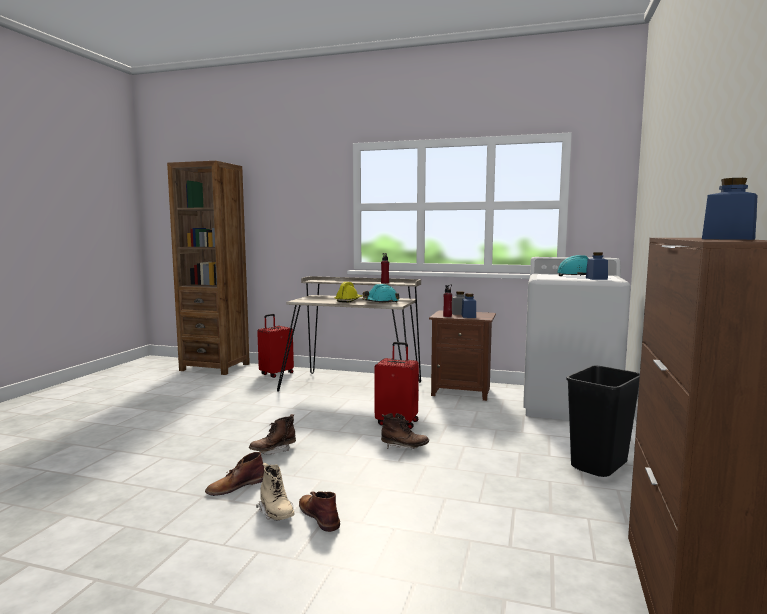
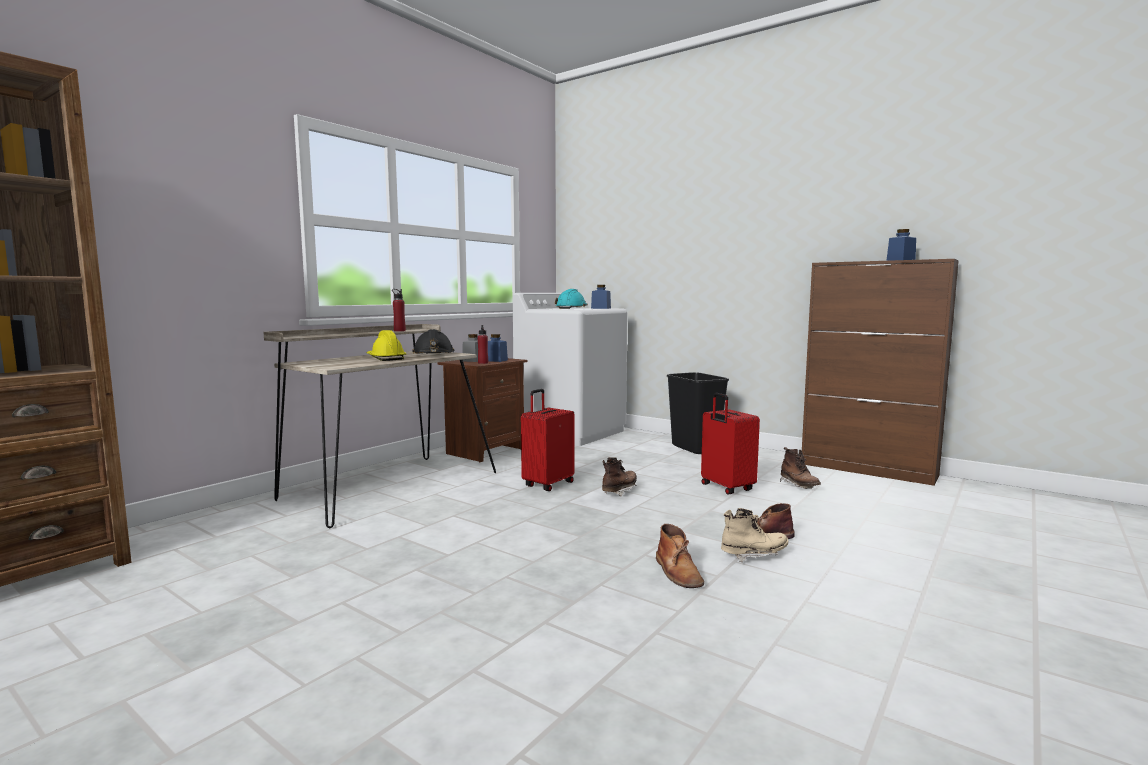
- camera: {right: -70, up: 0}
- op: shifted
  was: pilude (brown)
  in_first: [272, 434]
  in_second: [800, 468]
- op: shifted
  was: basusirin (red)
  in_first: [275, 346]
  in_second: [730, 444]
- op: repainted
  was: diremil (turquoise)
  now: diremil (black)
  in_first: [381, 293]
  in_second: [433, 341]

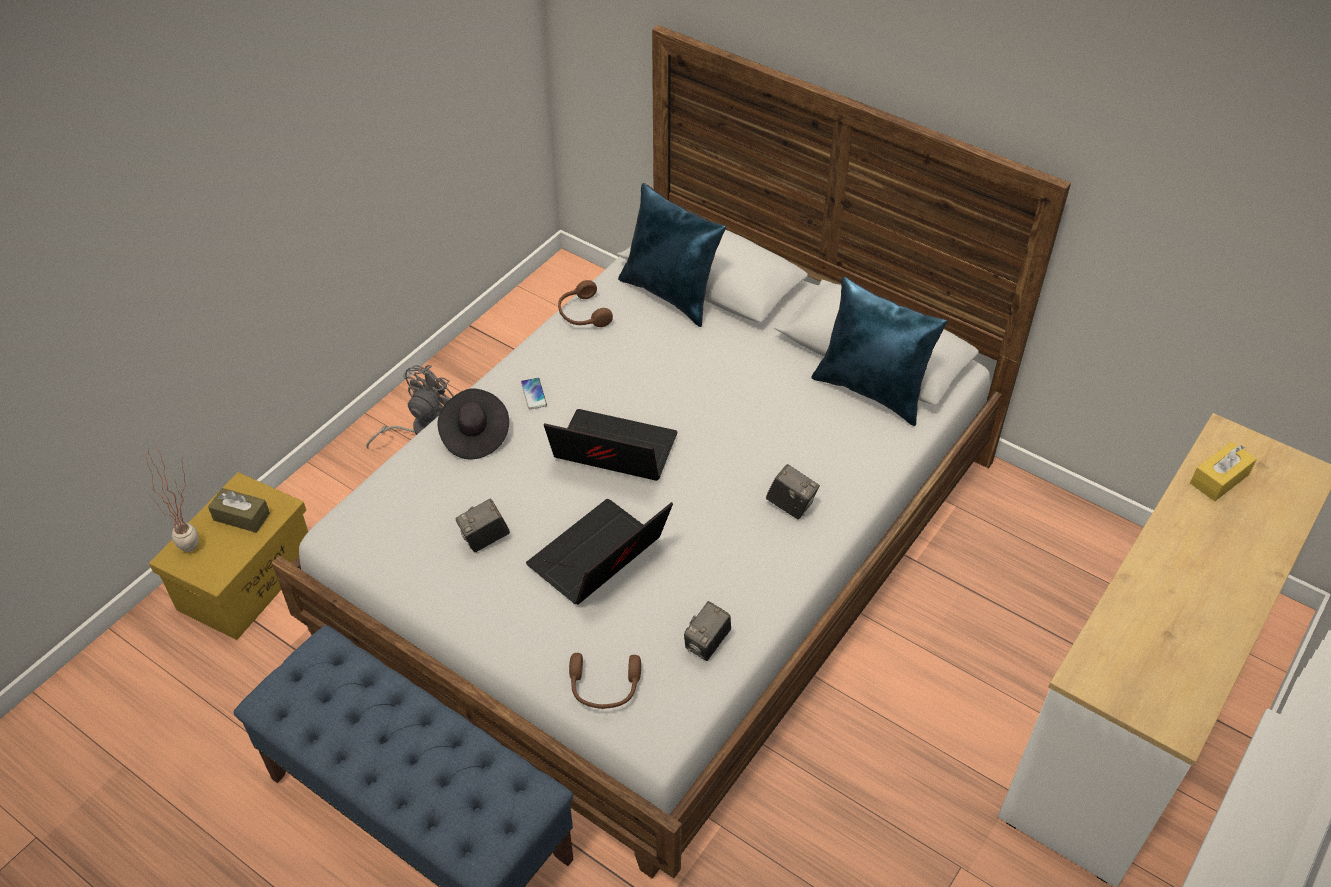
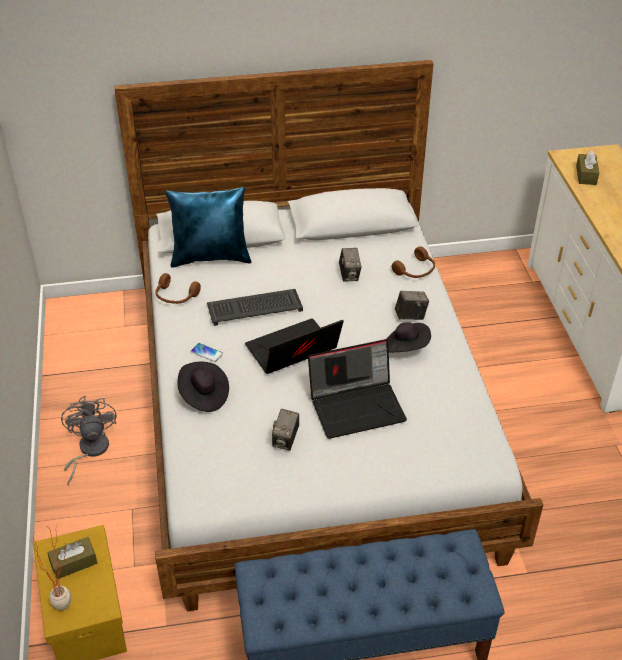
- camera: {right: -45, up: -5}
- op: gone
  was: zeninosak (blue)
  in_first: [879, 351]
- op: new
  now: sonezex
  in_second: [255, 307]
- op: new
  now: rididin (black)
  in_second: [409, 337]
- op: shifted
  was: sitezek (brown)
  in_first: [605, 681]
  in_second: [413, 262]
- op: shifted
  was: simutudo
  in_first: [707, 631]
  in_second: [350, 265]
- op: repainted
  was: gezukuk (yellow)
  now: gezukuk (brown)
  in_first: [1223, 471]
  in_second: [587, 167]
- op: rotated
  was: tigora
  in_first: [599, 552]
  in_second: [357, 389]
  clockwise: -105

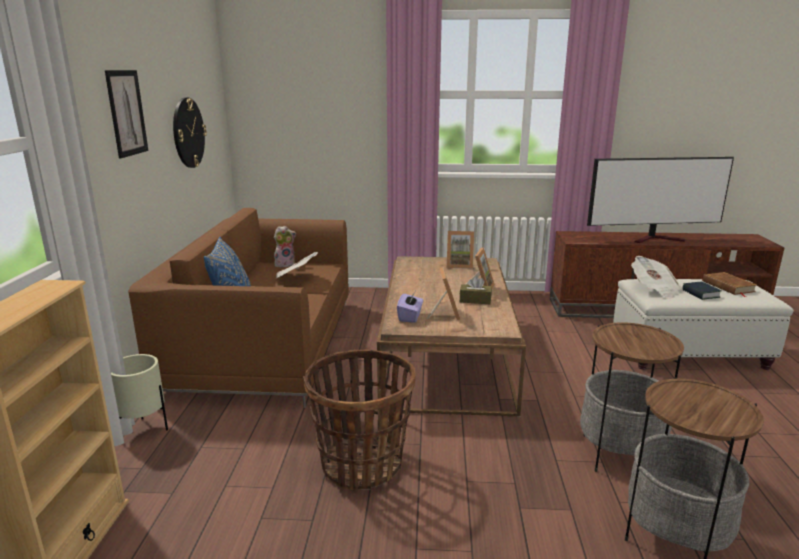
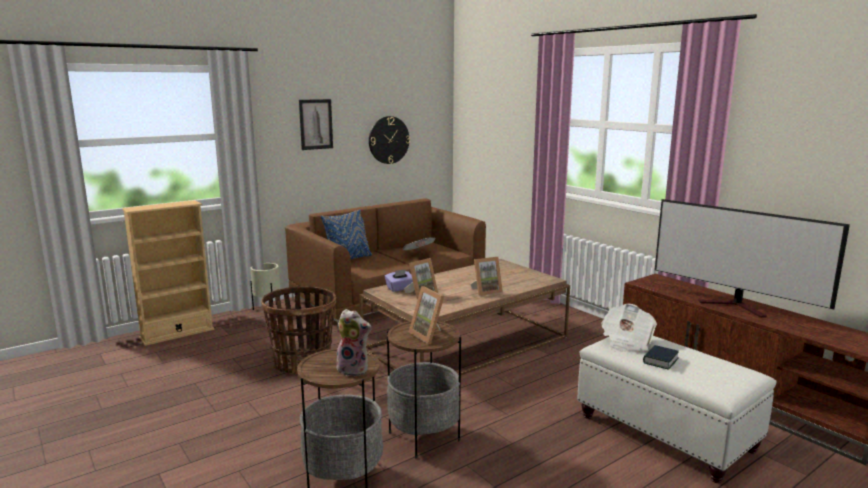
- camera: {right: 50, up: -5}
- op: gone
  was: gezukuk (brown)
  in_first: [476, 290]
- op: gone
  was: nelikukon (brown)
  in_first: [729, 284]
- op: shifted
  was: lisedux
  in_first: [285, 246]
  in_second: [353, 342]
- op: shifted
  was: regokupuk
  in_first: [460, 250]
  in_second: [426, 315]

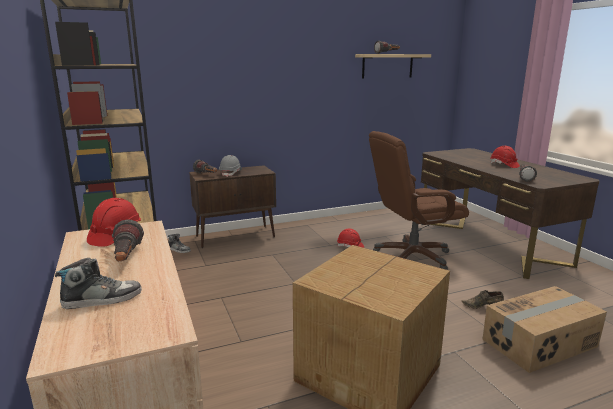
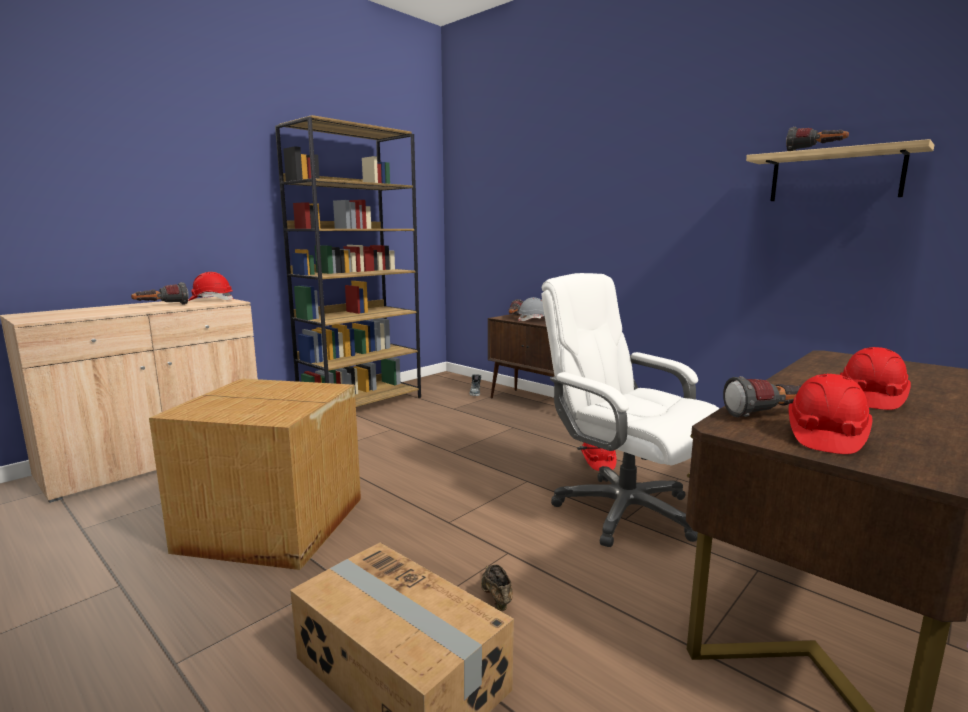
- camera: {right: 65, up: -5}
- op: gone
  was: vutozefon
  in_first: [98, 283]
- op: new
  now: diremil (red)
  in_second: [830, 414]
- op: repainted
  was: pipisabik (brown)
  now: pipisabik (white)
  in_first: [419, 200]
  in_second: [630, 410]

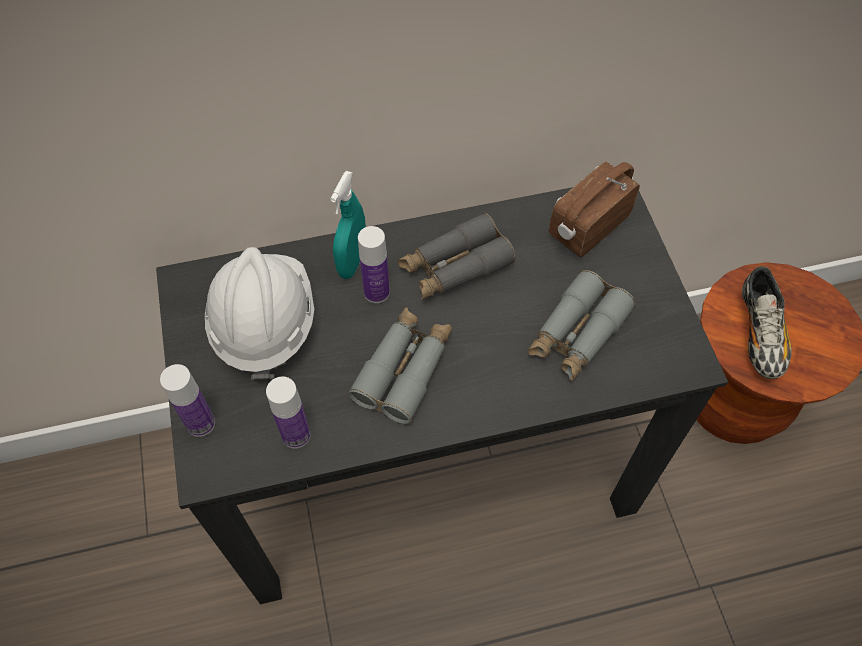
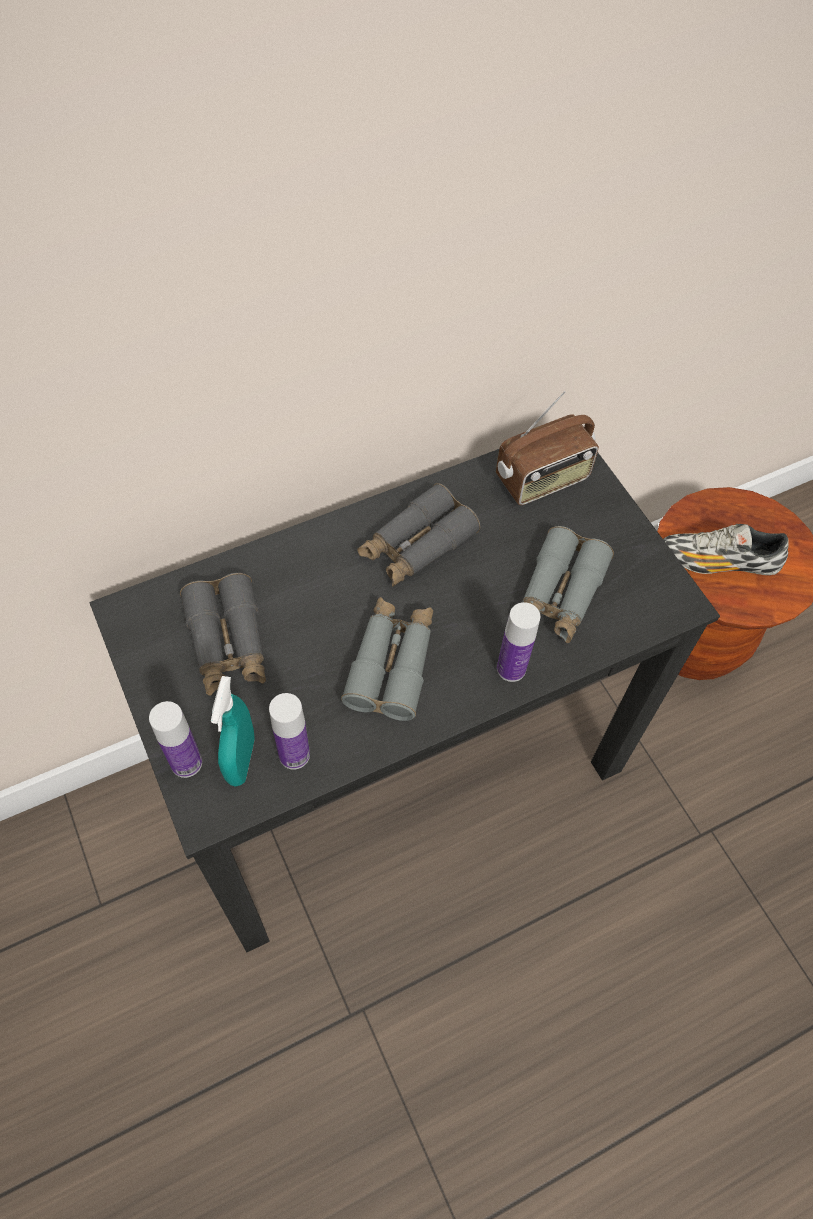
- camera: {right: -15, up: 0}
- op: shifted
  was: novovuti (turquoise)
  in_first: [348, 225]
  in_second: [233, 731]
- op: shifted
  was: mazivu
  in_first: [374, 264]
  in_second: [518, 642]
- op: swapped
  was: diremil (white)
  now: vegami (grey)
  in_first: [259, 313]
  in_second: [223, 634]
- op: rotated
  was: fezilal
  in_first: [594, 209]
  in_second: [547, 448]
  clockwise: -150
- op: rotated
  was: vutozefon
  in_first: [767, 322]
  in_second: [726, 549]
  clockwise: 105

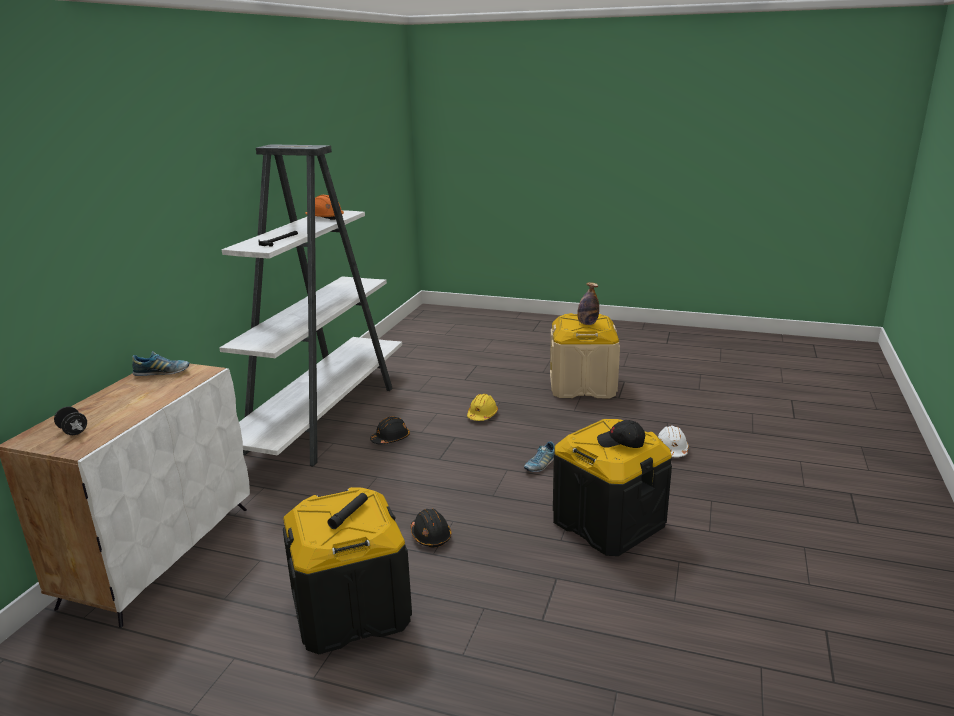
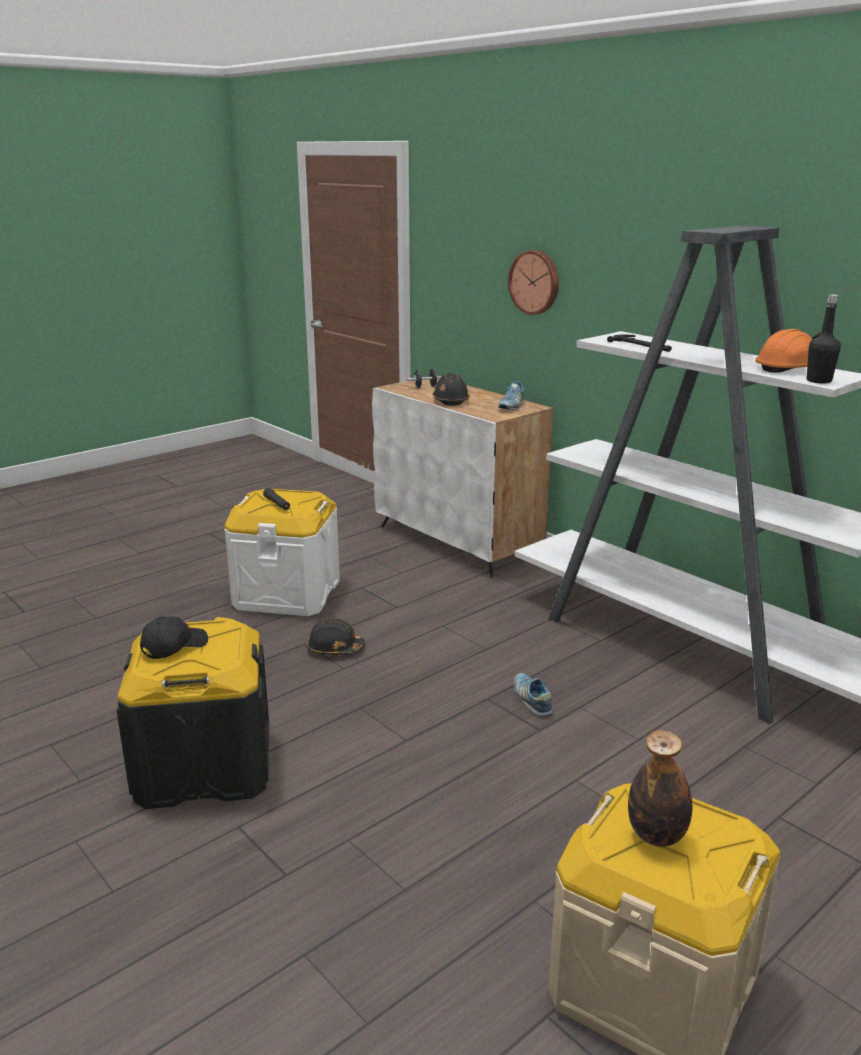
- camera: {right: 120, up: 0}
- op: gone
  was: diremil (yellow)
  in_first: [482, 407]
- op: gone
  was: diremil (white)
  in_first: [673, 441]
- op: new
  now: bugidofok
  in_second: [533, 282]
- op: new
  now: mazivu (black)
  in_second: [823, 339]
- op: shifted
  was: diremil (black)
  in_first: [390, 430]
  in_second: [451, 389]
- op: shifted
  was: vutozefon
  in_first: [539, 456]
  in_second: [533, 694]
- op: repainted
  was: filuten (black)
  now: filuten (white)
  in_first: [347, 570]
  in_second: [282, 552]

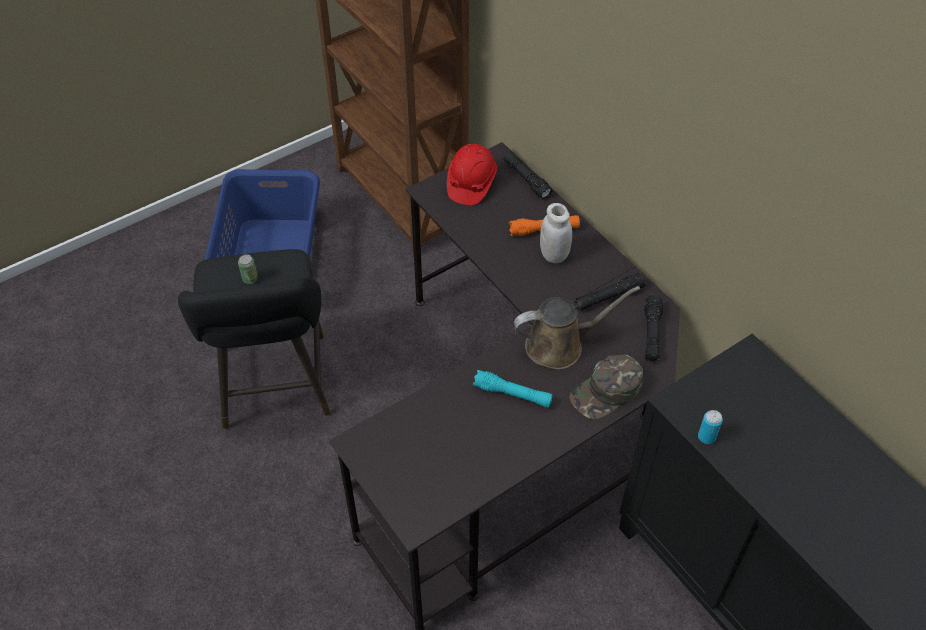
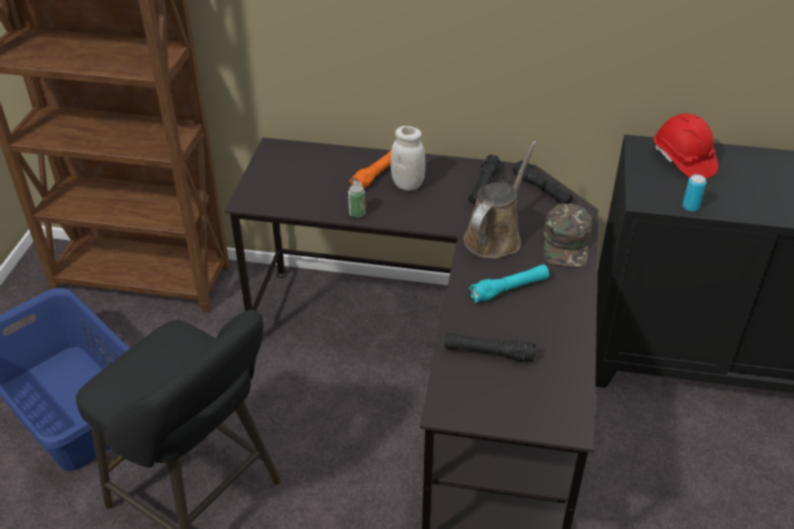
- camera: {right: -45, up: -10}
- op: shifted
  was: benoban
  in_first: [248, 269]
  in_second: [357, 201]
- op: shifted
  was: diremil (red)
  in_first: [472, 174]
  in_second: [686, 145]
- op: shifted
  was: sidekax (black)
  in_first: [528, 175]
  in_second: [490, 347]

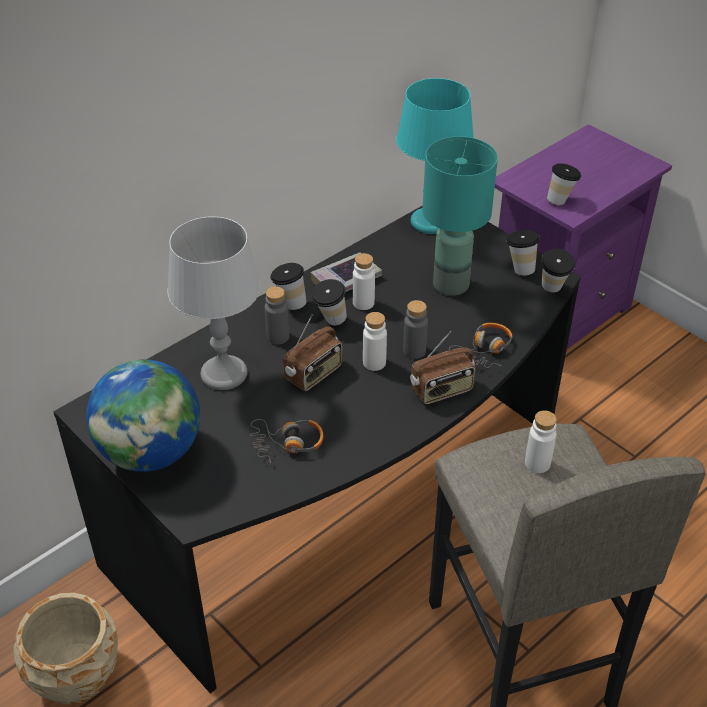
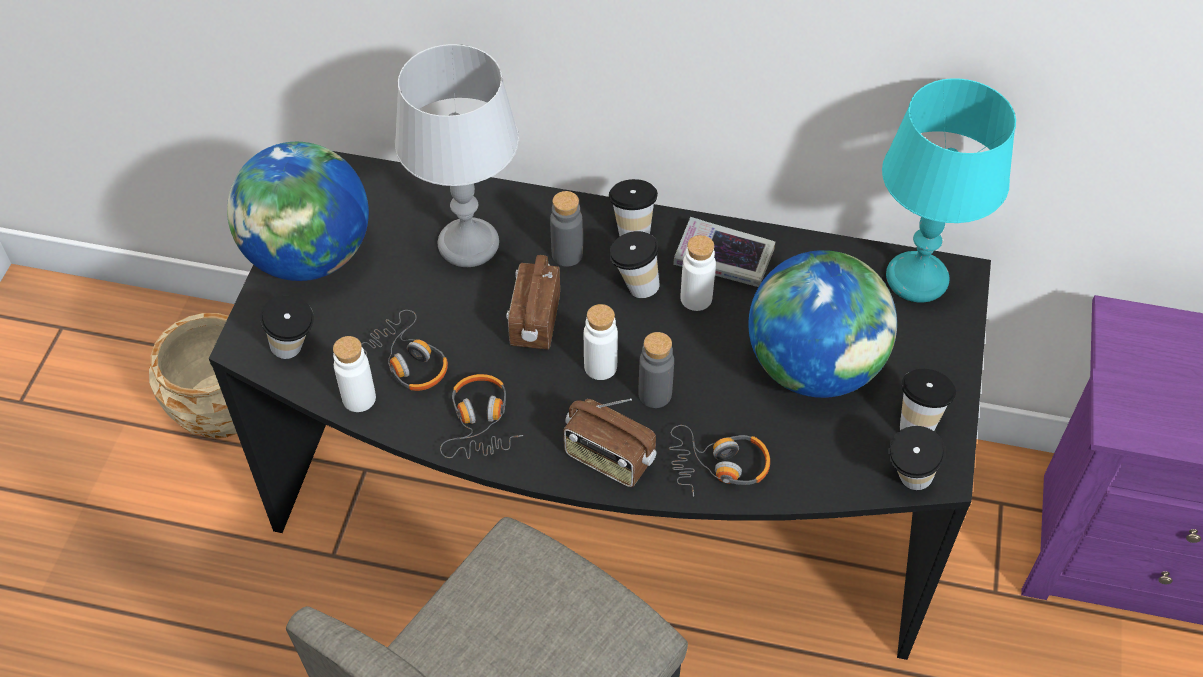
- camera: {right: 55, up: 10}
- op: new
  now: sitezek
  in_second: [481, 416]
- op: shifted
  was: mazivu (white)
  in_first: [541, 442]
  in_second: [354, 374]
- op: shifted
  was: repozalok
  in_first: [564, 184]
  in_second: [287, 327]
- op: swapped
  was: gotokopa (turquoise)
  now: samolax
  in_first: [460, 216]
  in_second: [822, 324]
- op: rotated
  was: fezilal
  in_first: [312, 352]
  in_second: [533, 302]
  clockwise: 90

